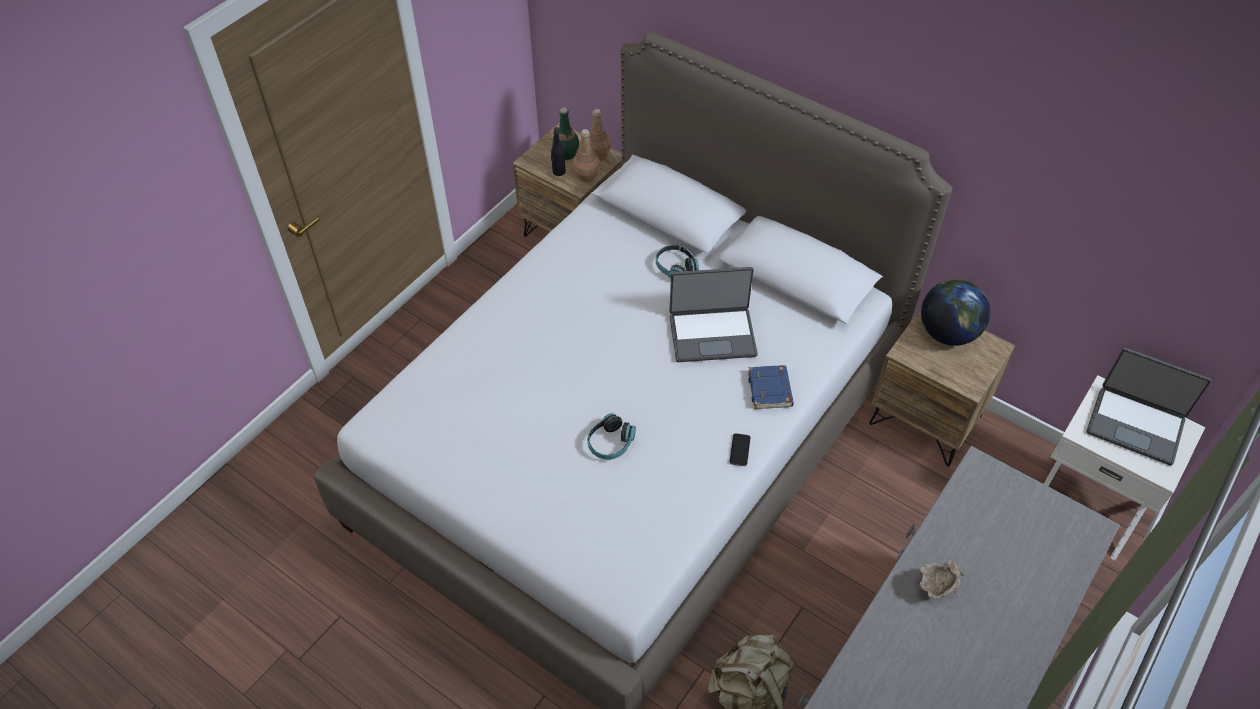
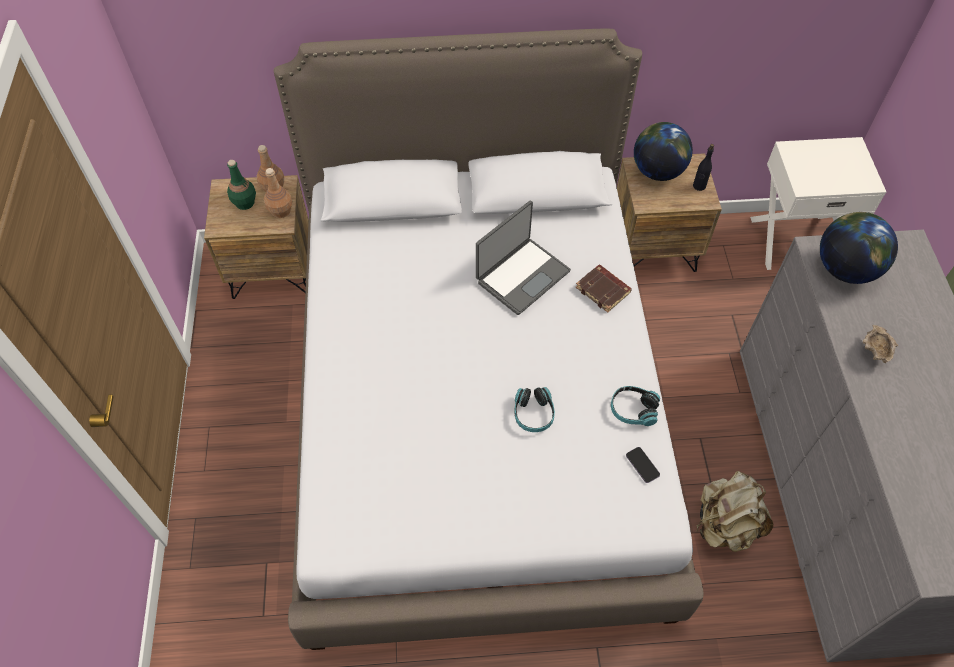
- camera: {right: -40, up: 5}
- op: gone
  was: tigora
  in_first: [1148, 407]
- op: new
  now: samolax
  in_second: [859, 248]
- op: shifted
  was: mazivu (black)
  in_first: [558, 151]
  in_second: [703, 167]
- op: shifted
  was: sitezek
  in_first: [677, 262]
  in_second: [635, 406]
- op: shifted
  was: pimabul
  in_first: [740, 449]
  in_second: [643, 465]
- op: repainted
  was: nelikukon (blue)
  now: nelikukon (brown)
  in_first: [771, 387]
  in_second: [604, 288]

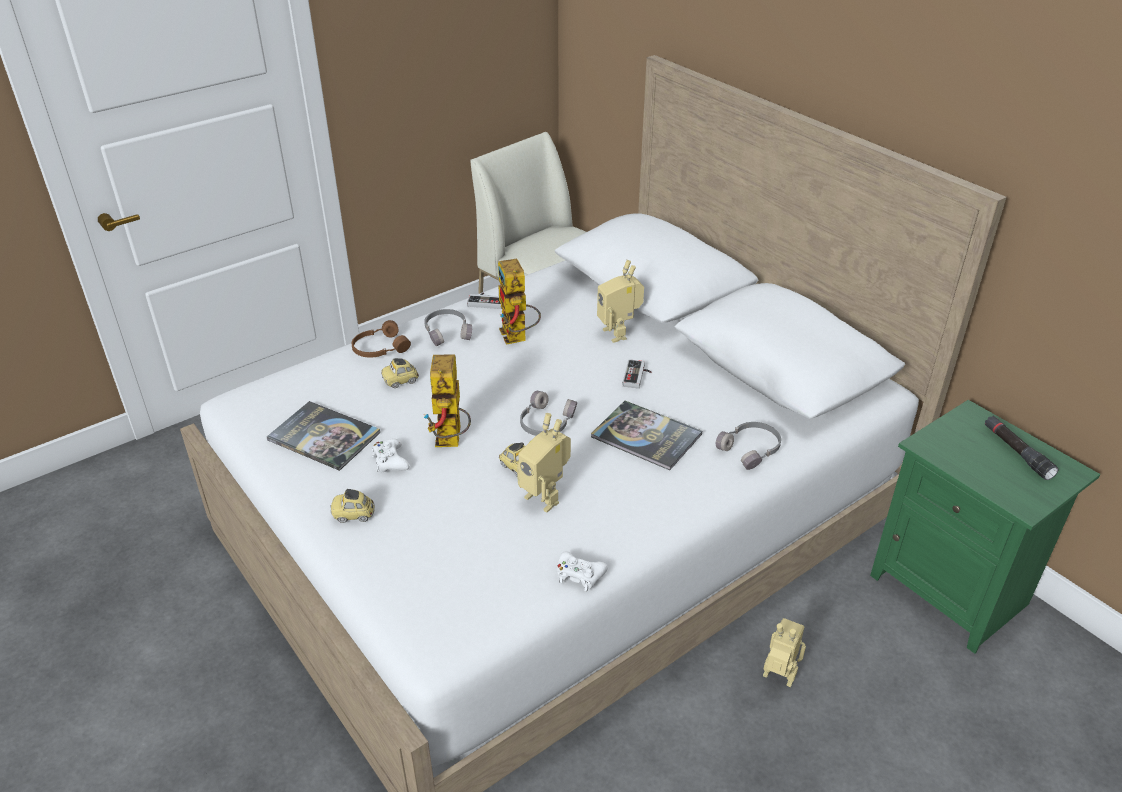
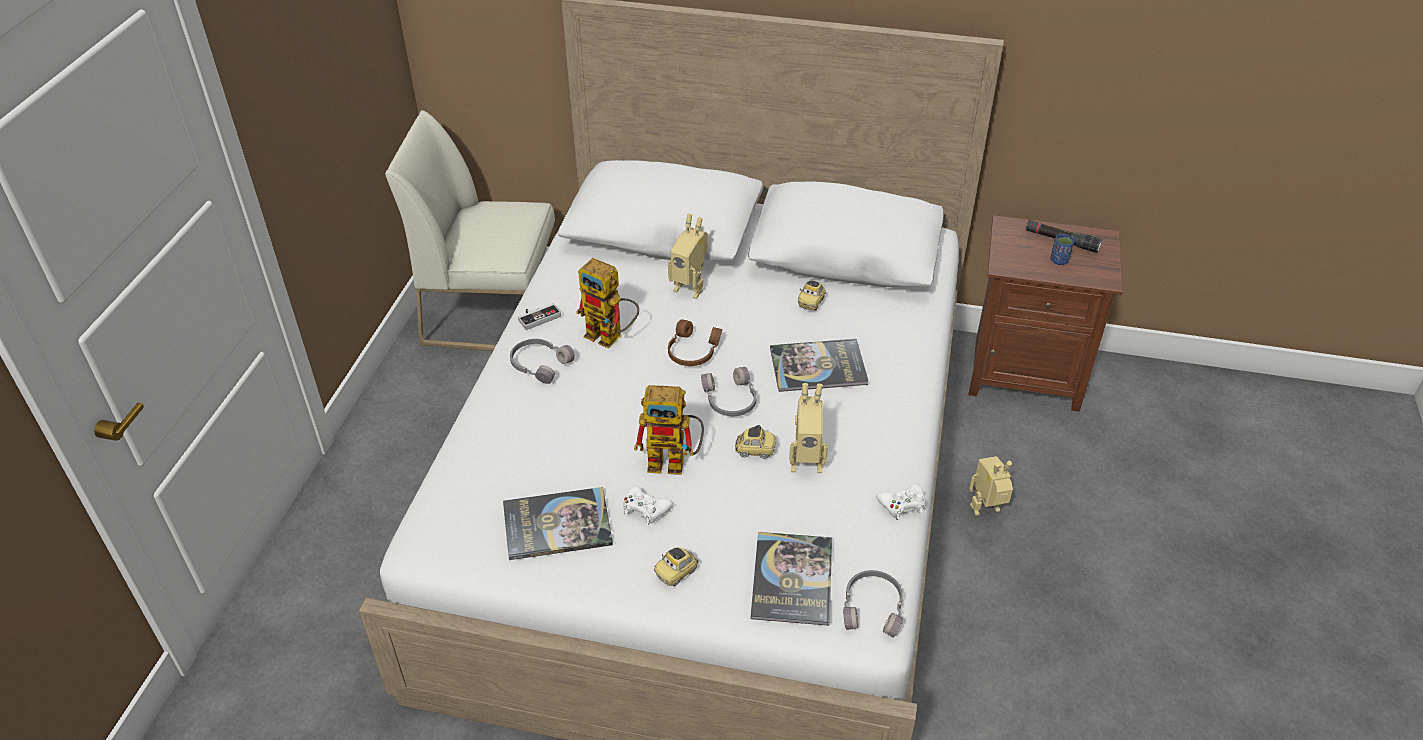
- camera: {right: -40, up: 5}
- op: gone
  was: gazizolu
  in_first: [636, 374]
- op: new
  now: nelikukon
  in_second: [791, 579]
- op: new
  now: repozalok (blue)
  in_second: [1062, 249]
- op: shifted
  was: sitezek (brown)
  in_first: [381, 339]
  in_second: [695, 343]
- op: shifted
  was: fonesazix
  in_first: [400, 373]
  in_second: [812, 296]
- op: shifted
  was: sitezek (grey)
  in_first: [748, 446]
  in_second: [873, 604]
- op: repainted
  was: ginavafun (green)
  now: ginavafun (brown)
  in_first: [985, 527]
  in_second: [1045, 313]
- op: rotated
  was: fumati
  in_first: [447, 401]
  in_second: [669, 430]
  clockwise: -45

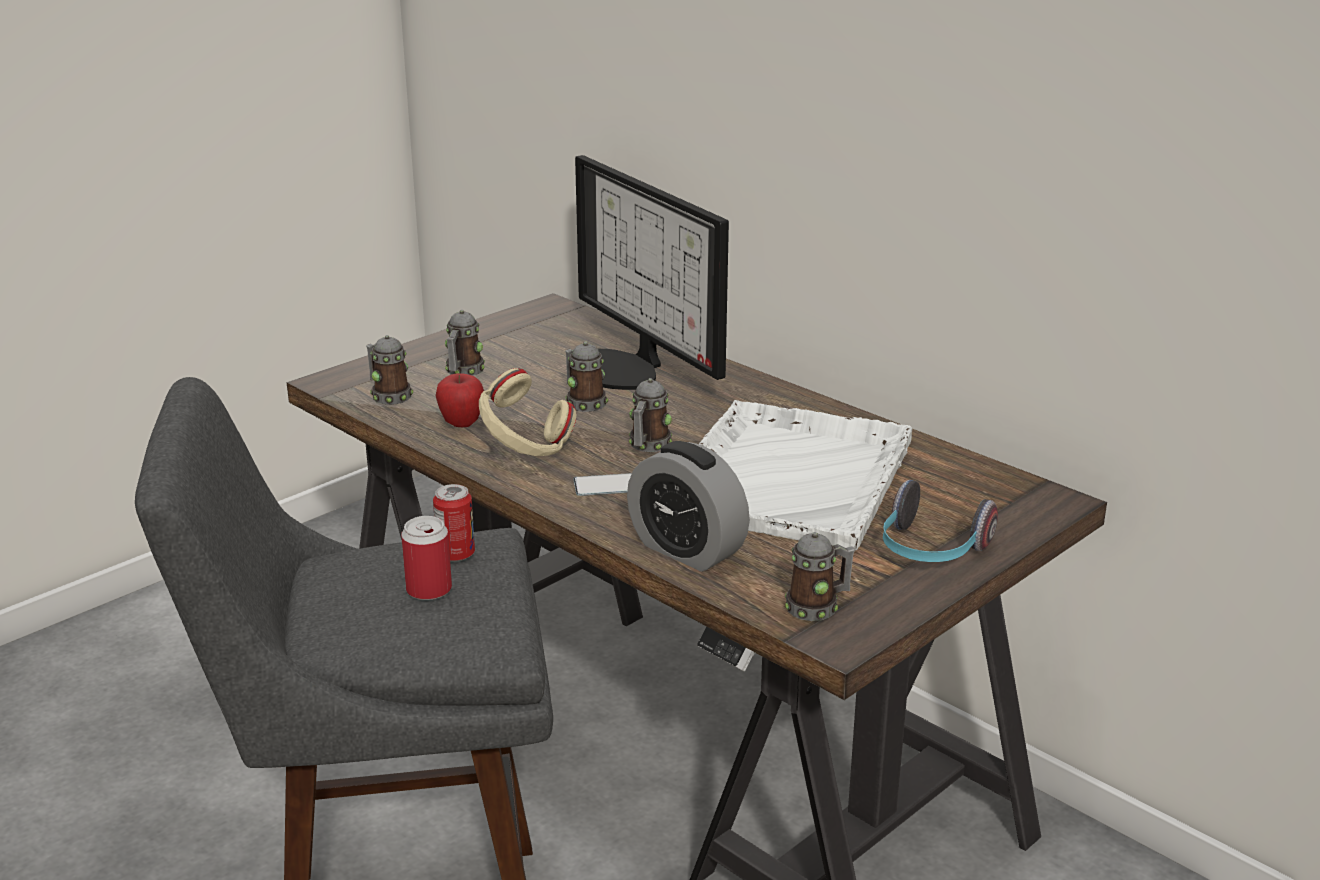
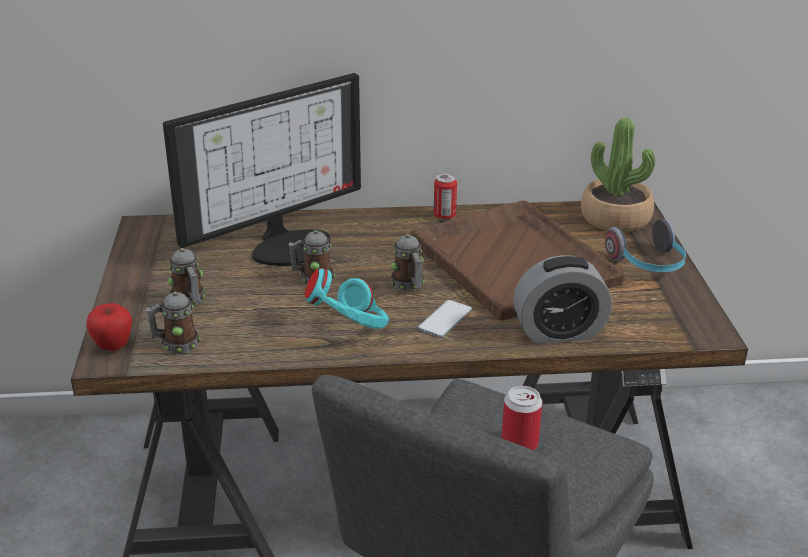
- camera: {right: -50, up: 5}
- op: gone
  was: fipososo
  in_first: [820, 576]
- op: new
  now: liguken
  in_second: [618, 175]
- op: shifted
  was: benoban
  in_first: [454, 523]
  in_second: [445, 197]
- op: shifted
  was: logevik
  in_first: [460, 400]
  in_second: [109, 327]
- op: repainted
  was: sitezek (beige)
  now: sitezek (turquoise)
  in_first: [527, 412]
  in_second: [347, 298]
- op: repainted
  was: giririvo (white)
  now: giririvo (brown)
  in_first: [805, 475]
  in_second: [518, 260]
- op: rotated
  was: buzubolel
  in_first: [652, 272]
  in_second: [262, 169]
  clockwise: -45

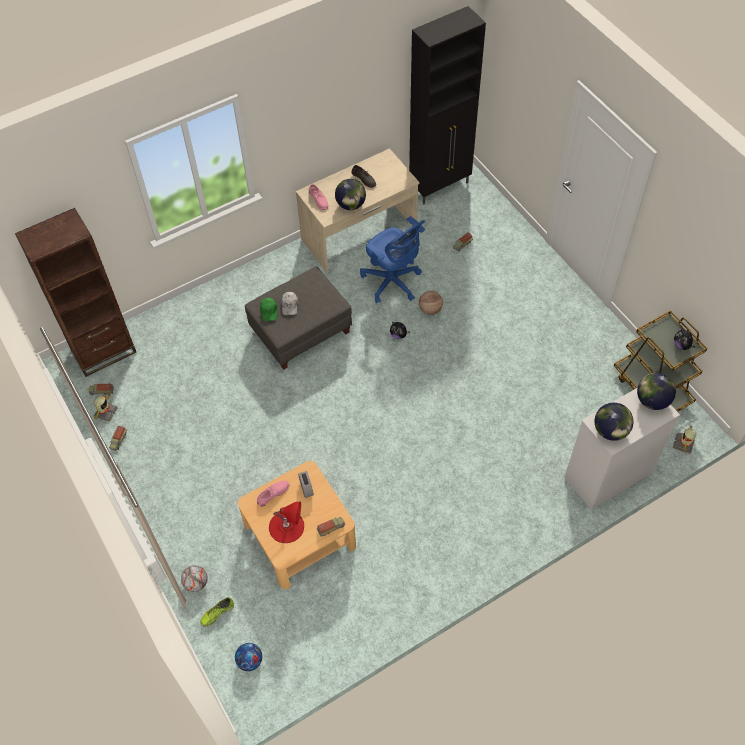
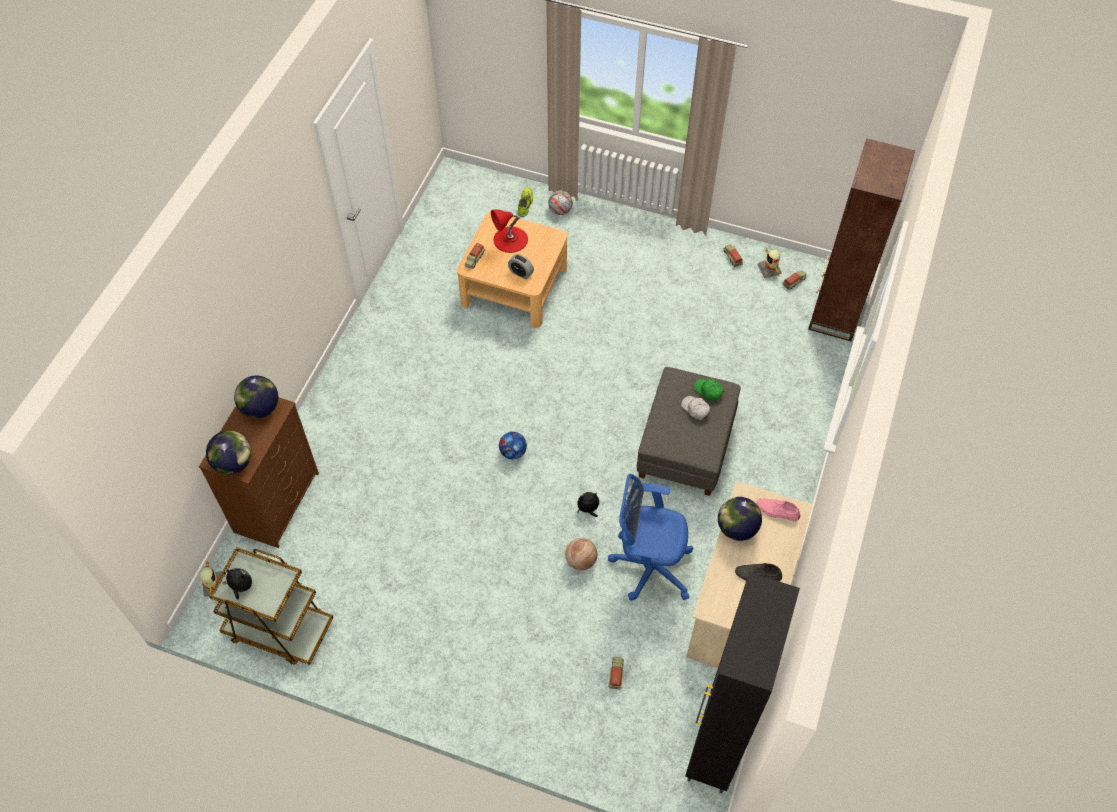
- camera: {right: 140, up: 0}
- op: gone
  was: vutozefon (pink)
  in_first: [273, 493]
- op: shifted
  was: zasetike
  in_first: [248, 657]
  in_second: [513, 446]
- op: repainted
  was: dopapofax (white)
  now: dopapofax (brown)
  in_first: [622, 449]
  in_second: [259, 472]

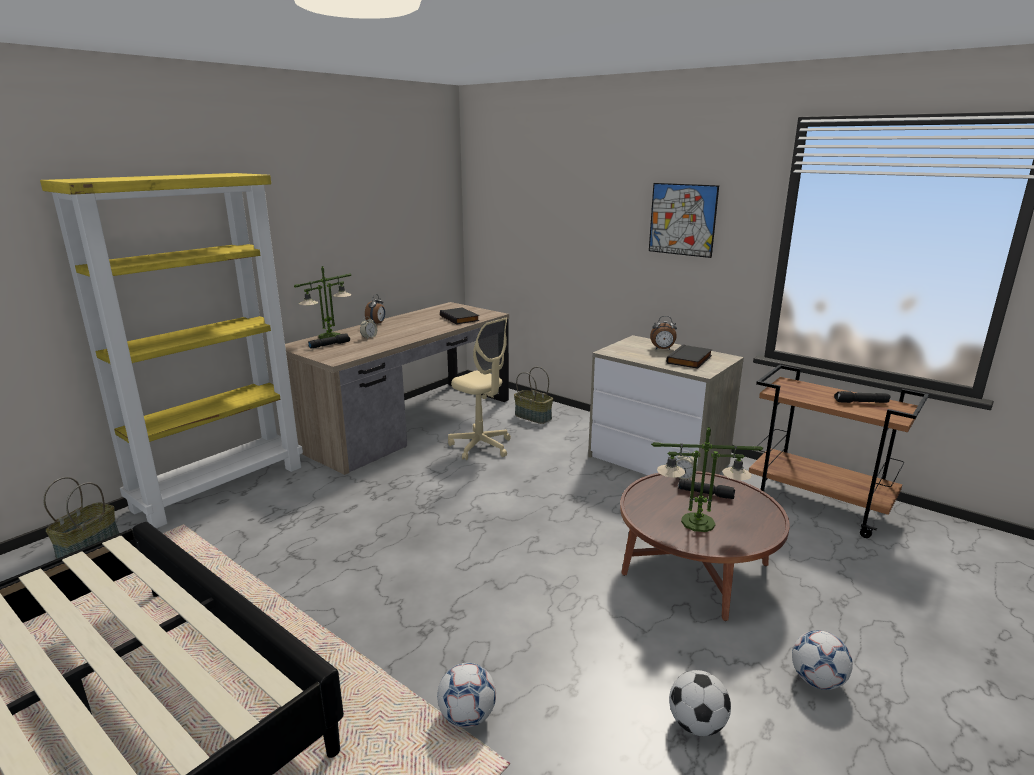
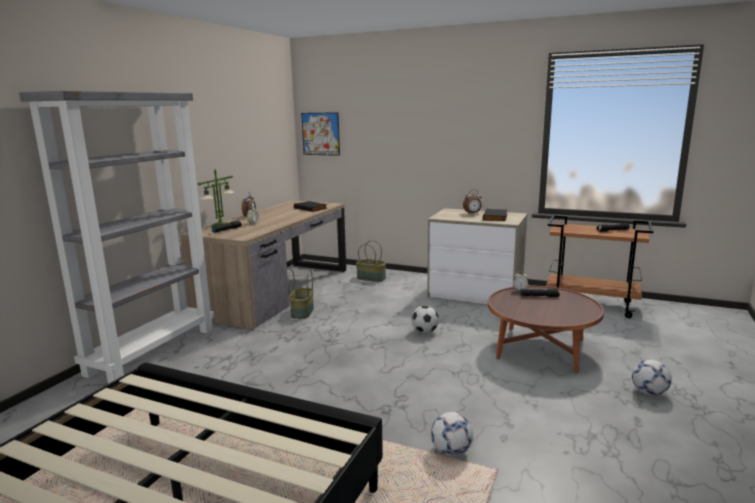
- camera: {right: -15, up: -5}
- op: gone
  was: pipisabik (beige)
  in_first: [479, 388]
- op: gone
  was: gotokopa
  in_first: [707, 479]
- op: shifted
  was: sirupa
  in_first: [81, 518]
  in_second: [301, 294]
- op: shifted
  was: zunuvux
  in_first: [684, 220]
  in_second: [320, 134]
- op: shifted
  was: zasetike
  in_first: [700, 703]
  in_second: [425, 319]
- op: repainted
  was: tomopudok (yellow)
  now: tomopudok (grey)
  in_first: [171, 350]
  in_second: [116, 237]

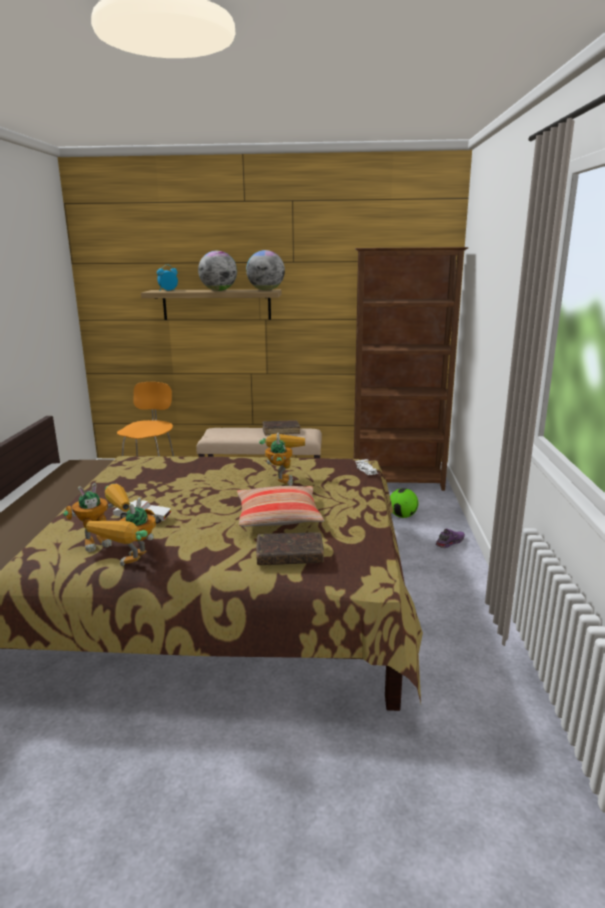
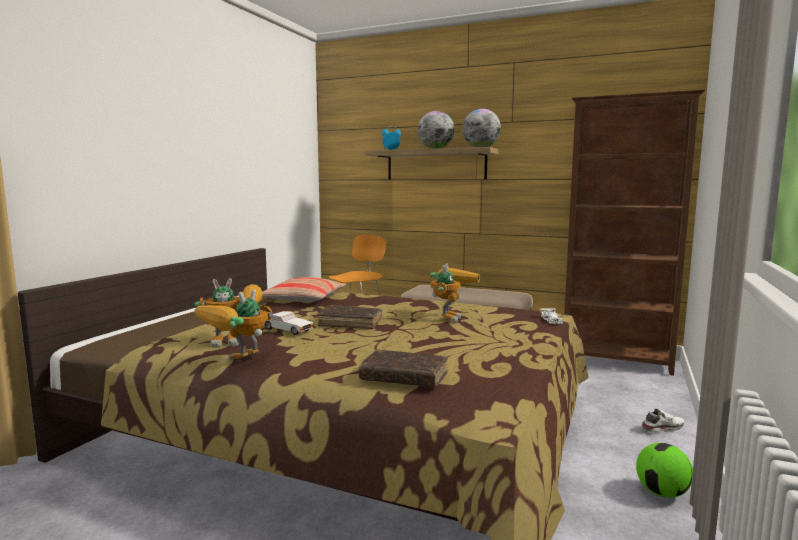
- camera: {right: 20, up: -10}
- op: shifted
  was: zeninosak
  in_first: [280, 506]
  in_second: [304, 289]
- op: shifted
  was: nelikukon (brown)
  in_first: [281, 428]
  in_second: [349, 317]
- op: shifted
  was: zasetike
  in_first: [404, 503]
  in_second: [664, 470]
- op: repainted
  was: vutozefon (purple)
  now: vutozefon (white)
  in_first: [450, 538]
  in_second: [662, 420]

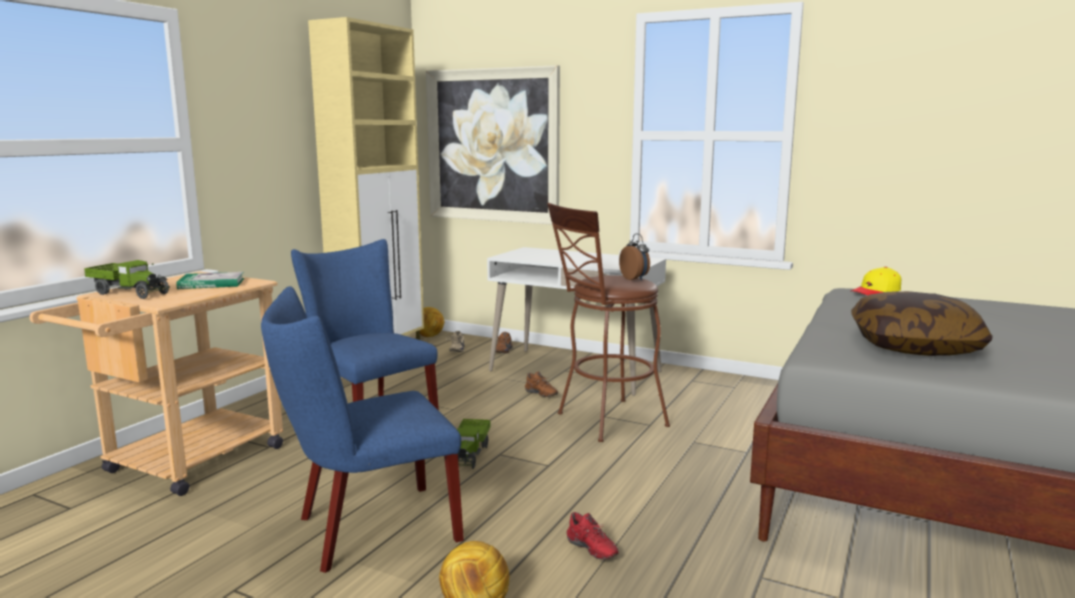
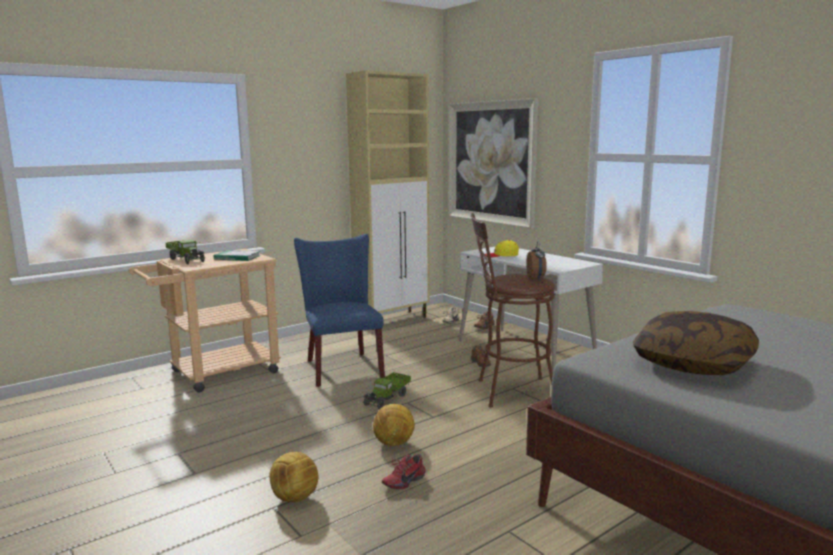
- camera: {right: 25, up: 0}
- op: gone
  was: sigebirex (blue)
  in_first: [362, 429]
- op: shifted
  was: zasetike
  in_first: [432, 322]
  in_second: [394, 425]
- op: shifted
  was: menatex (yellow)
  in_first: [876, 281]
  in_second: [502, 249]
- op: rotated
  was: vutozefon (red)
  in_first: [593, 536]
  in_second: [404, 472]
  clockwise: 60

